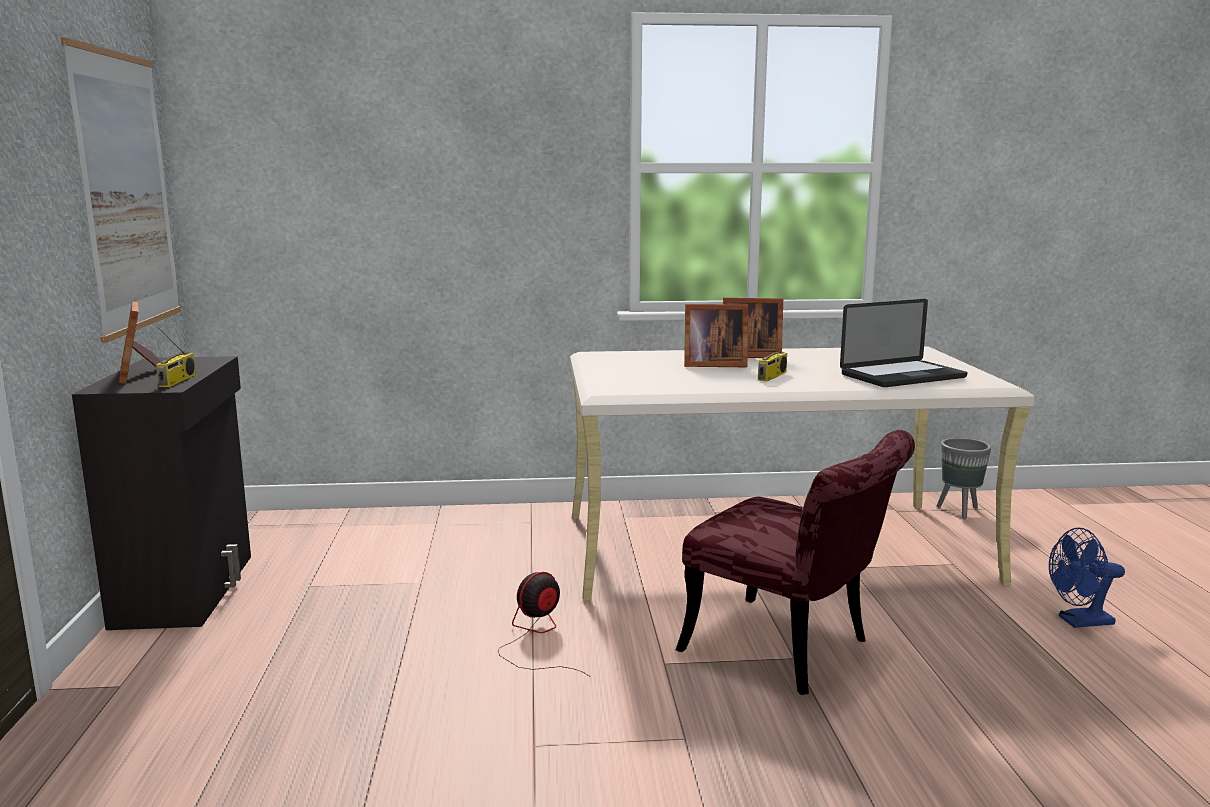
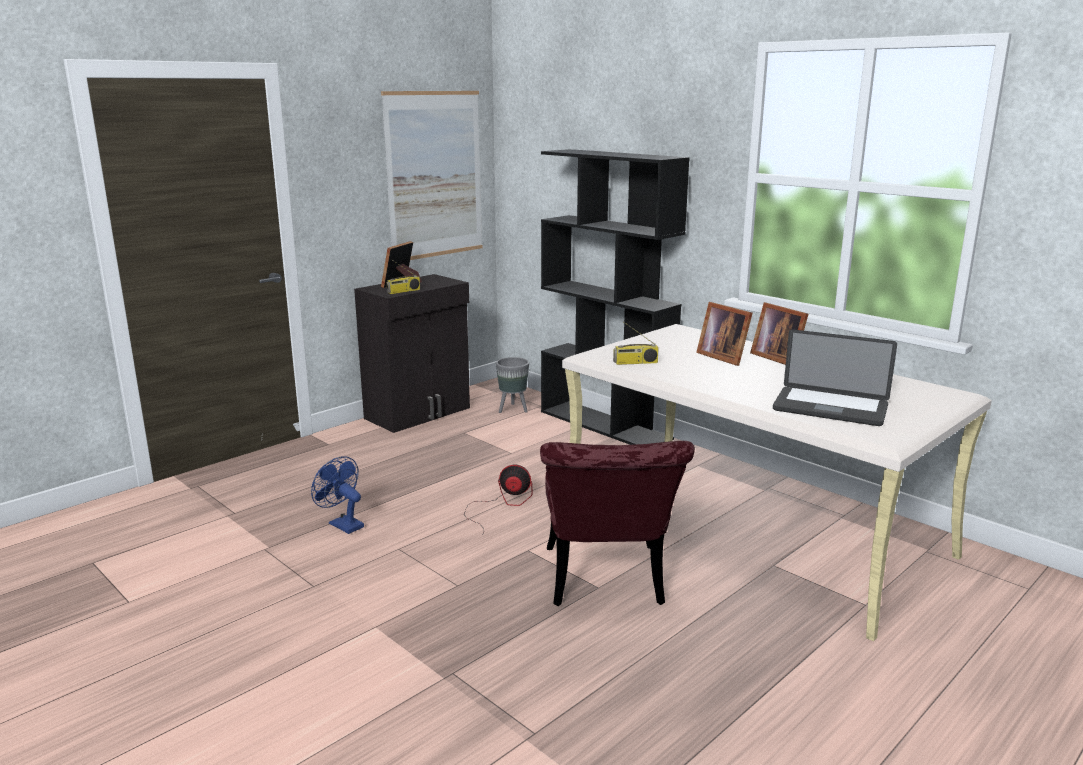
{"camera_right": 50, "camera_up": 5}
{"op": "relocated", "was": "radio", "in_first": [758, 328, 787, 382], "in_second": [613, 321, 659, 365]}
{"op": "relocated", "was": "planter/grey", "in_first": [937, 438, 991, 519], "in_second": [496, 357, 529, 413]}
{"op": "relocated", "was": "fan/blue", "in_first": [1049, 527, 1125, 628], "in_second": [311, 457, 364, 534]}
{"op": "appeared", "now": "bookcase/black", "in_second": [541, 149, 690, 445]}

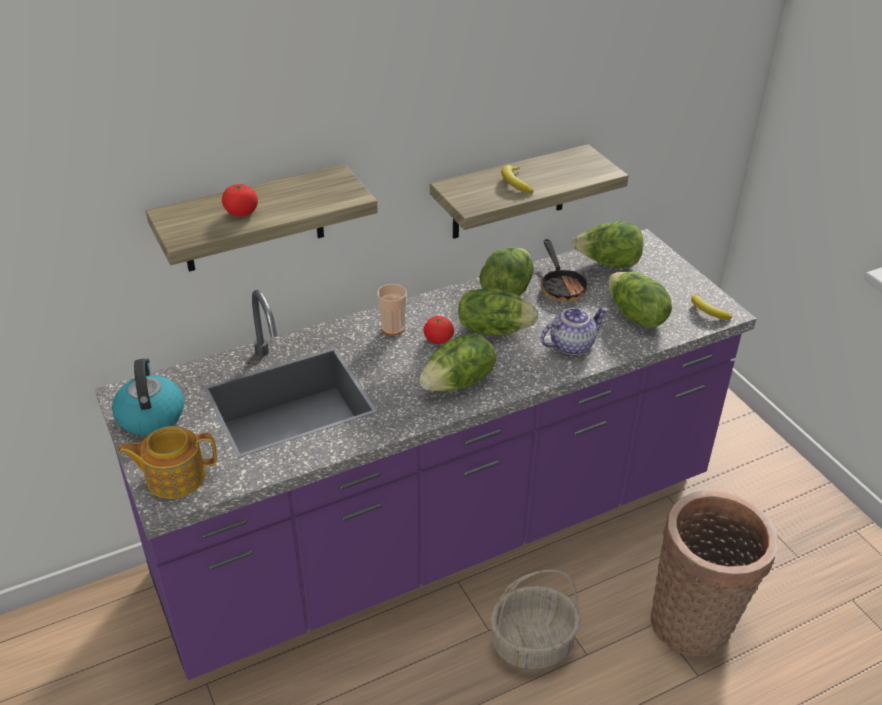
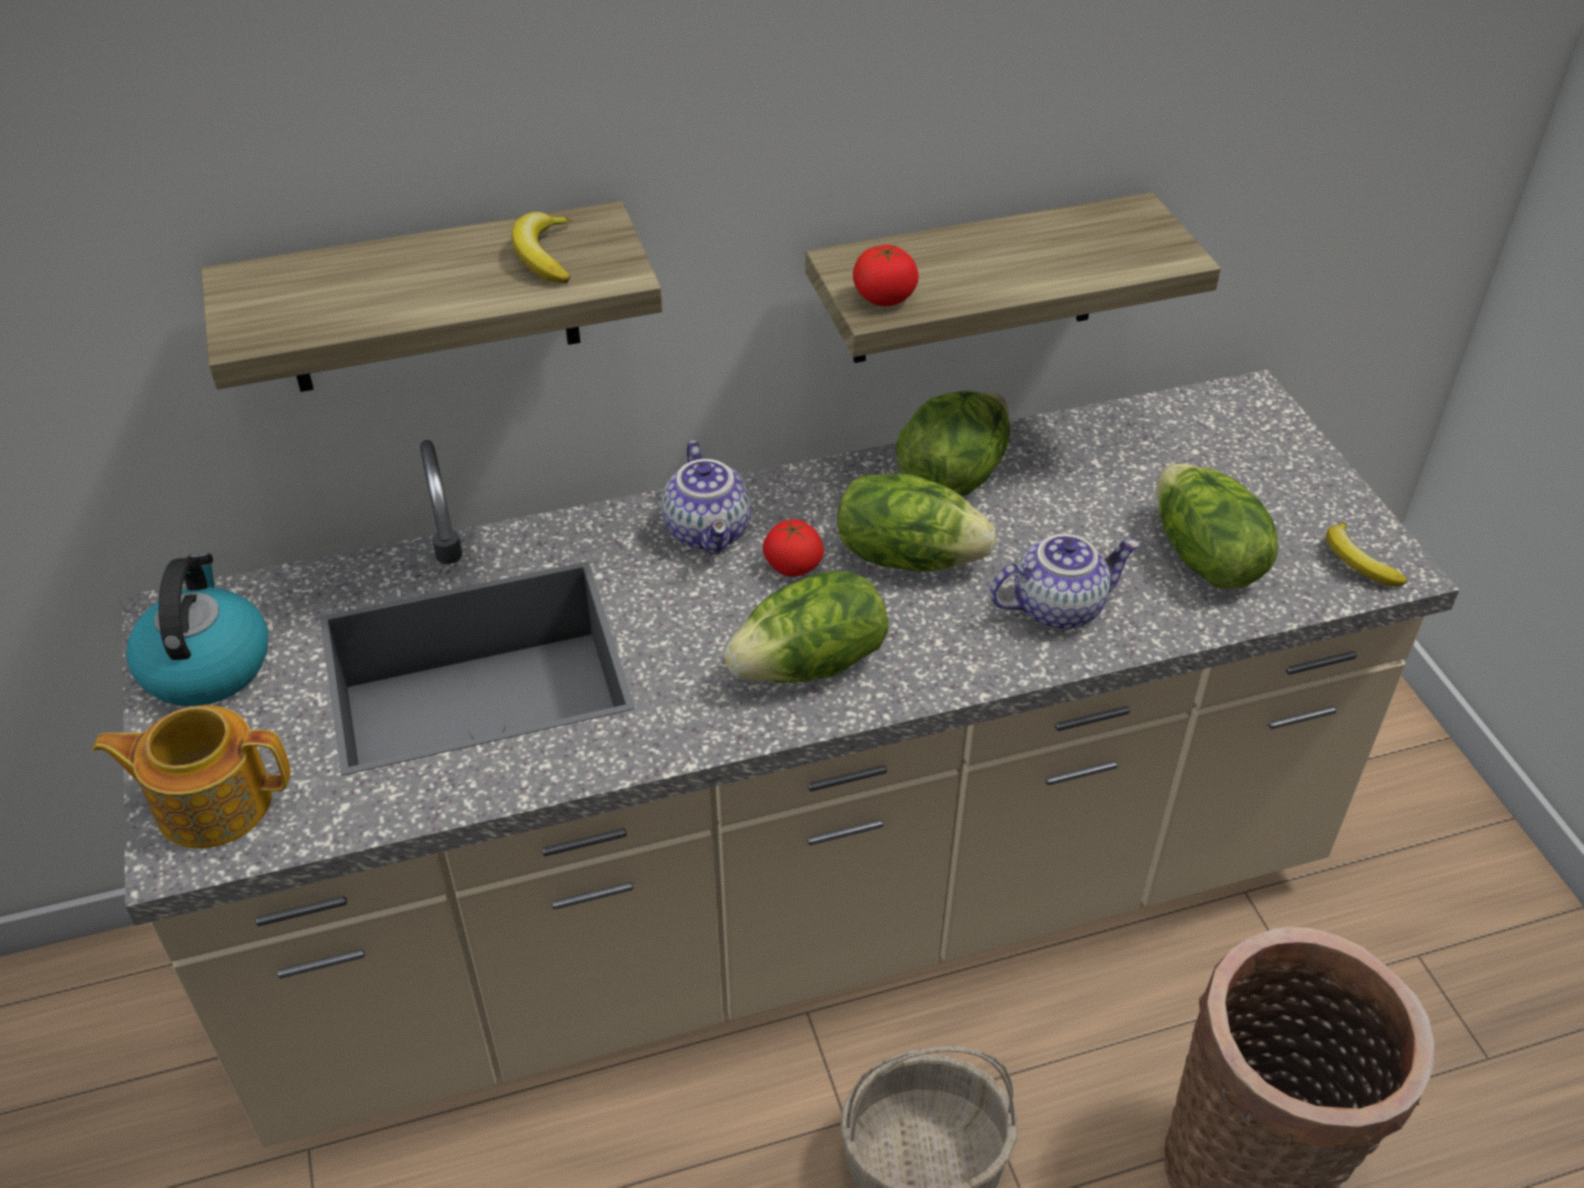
{"camera_right": 10, "camera_up": 5}
{"op": "colour", "was": "counter/purple", "now": "counter/beige", "in_first": [95, 229, 757, 680], "in_second": [122, 369, 1459, 1147]}
{"op": "relocated", "was": "tomato", "in_first": [222, 184, 258, 217], "in_second": [853, 245, 919, 306]}
{"op": "exchanged", "was": "cup", "now": "teapot", "in_first": [377, 284, 407, 335], "in_second": [662, 440, 752, 554]}
{"op": "relocated", "was": "banana", "in_first": [501, 165, 533, 193], "in_second": [512, 212, 572, 284]}
{"op": "missing", "was": "frying pan", "in_first": [541, 239, 590, 302]}
{"op": "missing", "was": "lettuce", "in_first": [572, 221, 643, 268]}

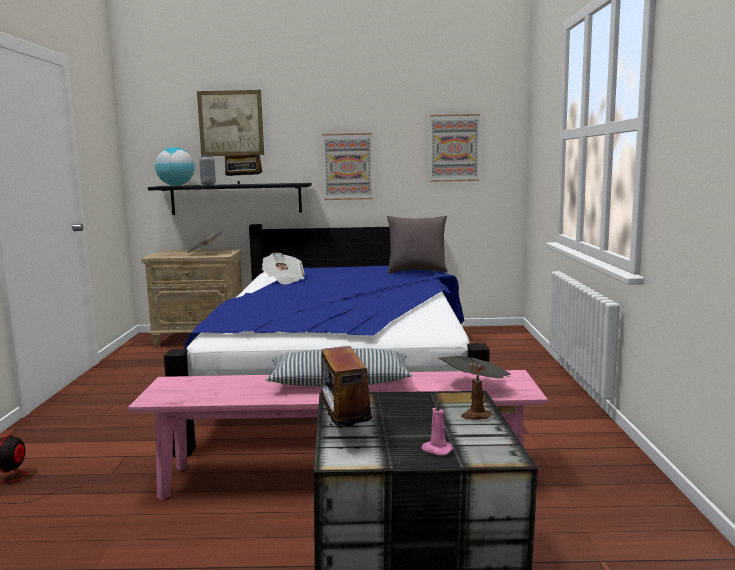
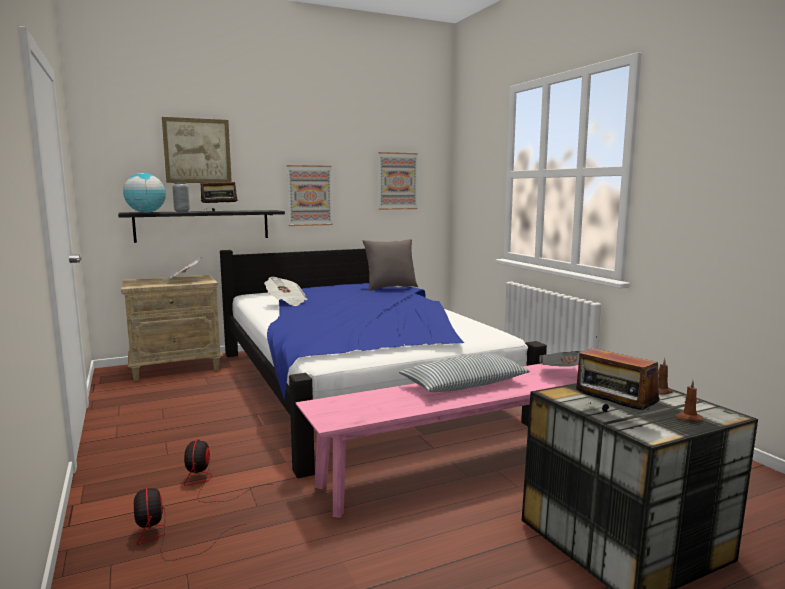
{"camera_right": -25, "camera_up": 0}
{"op": "colour", "was": "candle/pink", "now": "candle/brown", "in_first": [421, 399, 453, 455], "in_second": [674, 380, 702, 421]}
{"op": "appeared", "now": "fan", "in_second": [184, 439, 271, 502]}

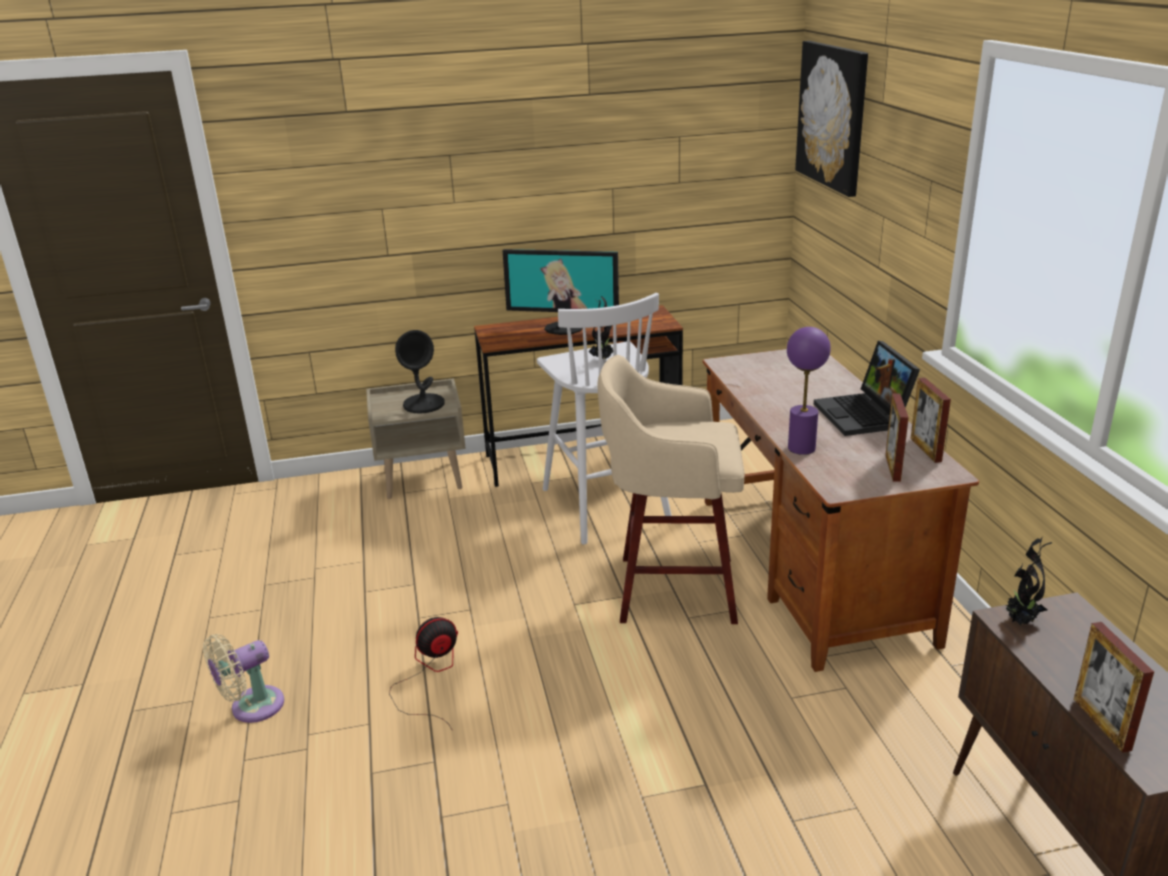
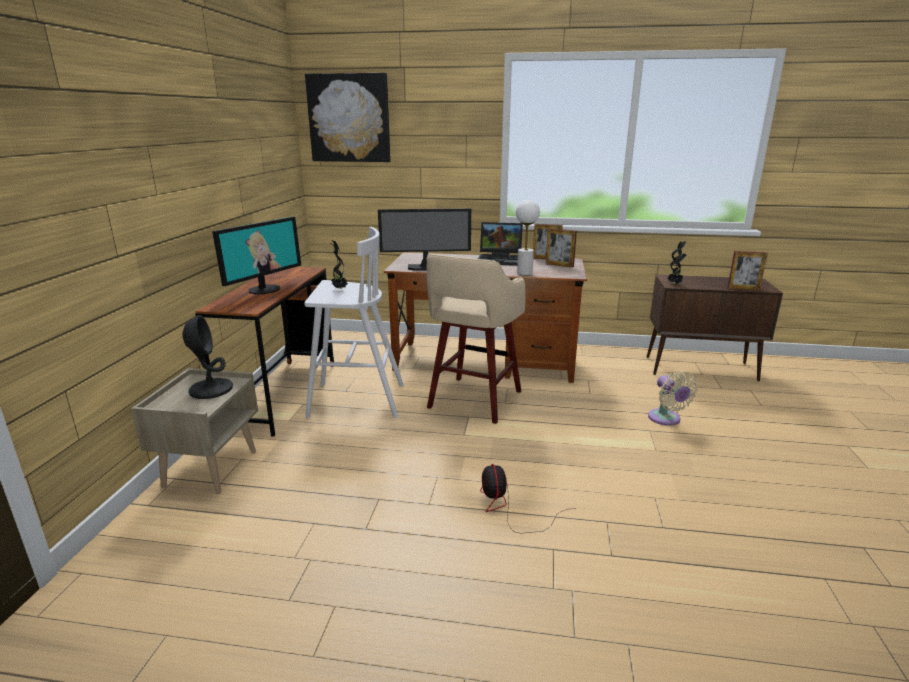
{"camera_right": -70, "camera_up": -5}
{"op": "relocated", "was": "fan/beige", "in_first": [203, 634, 284, 723], "in_second": [648, 371, 698, 426]}
{"op": "colour", "was": "table lamp/purple", "now": "table lamp/white", "in_first": [787, 327, 831, 455], "in_second": [516, 199, 540, 275]}
{"op": "appeared", "now": "monitor", "in_second": [378, 208, 471, 271]}

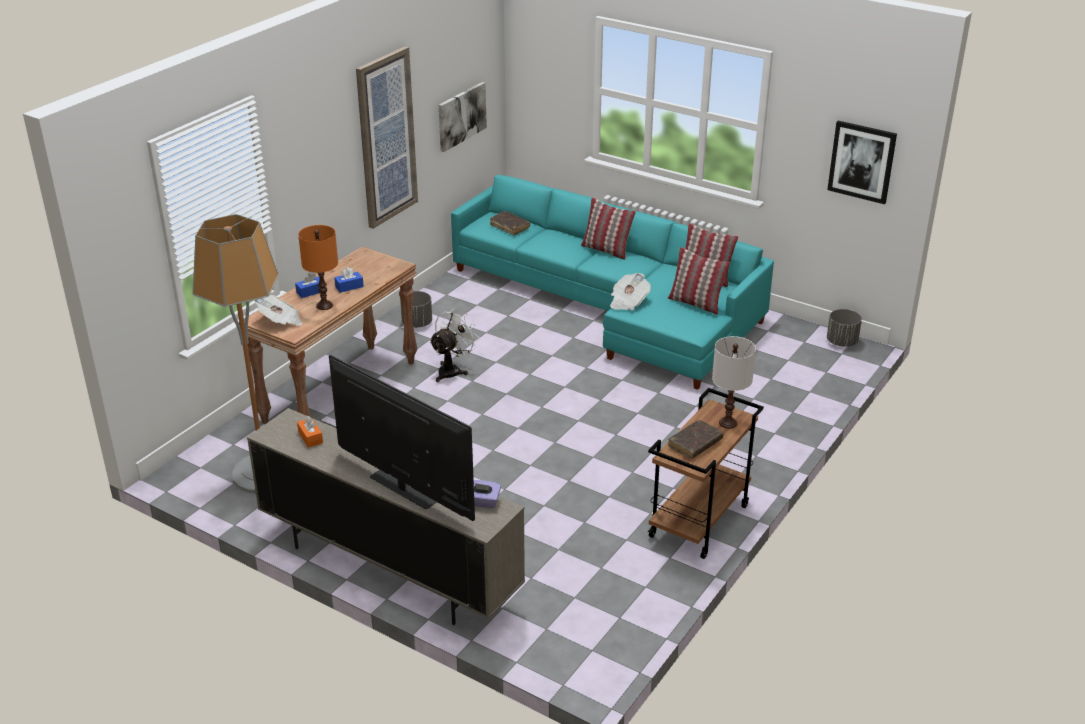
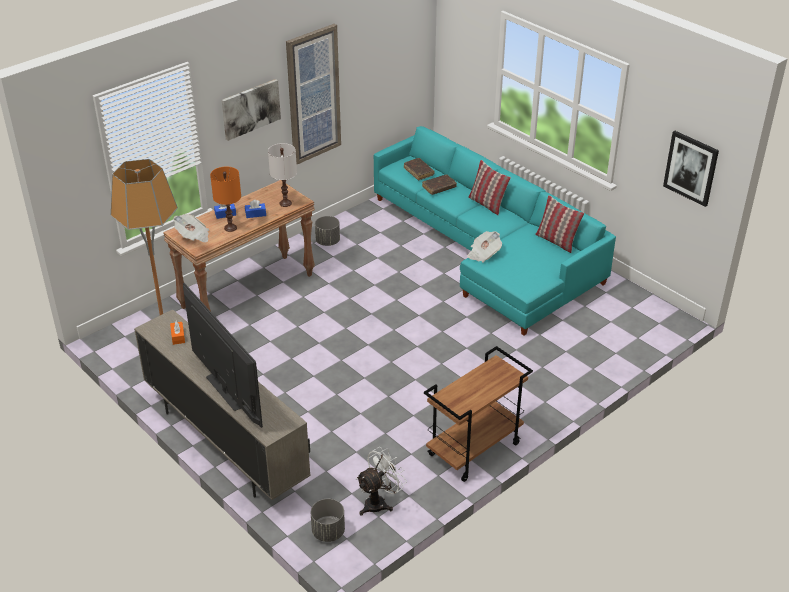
{"camera_right": 15, "camera_up": 5}
{"op": "relocated", "was": "fan/white", "in_first": [429, 308, 479, 382], "in_second": [356, 447, 407, 515]}
{"op": "relocated", "was": "picture", "in_first": [439, 82, 487, 152], "in_second": [222, 79, 281, 141]}
{"op": "missing", "was": "tissue box/purple", "in_first": [474, 480, 501, 508]}
{"op": "missing", "was": "pillow", "in_first": [668, 247, 730, 315]}
{"op": "relocated", "was": "book/brown", "in_first": [668, 420, 724, 459], "in_second": [422, 174, 457, 195]}
{"op": "relocated", "was": "table lamp/white", "in_first": [712, 336, 756, 429], "in_second": [268, 143, 297, 207]}
{"op": "relocated", "was": "planter/grey", "in_first": [827, 309, 862, 347], "in_second": [311, 499, 345, 542]}

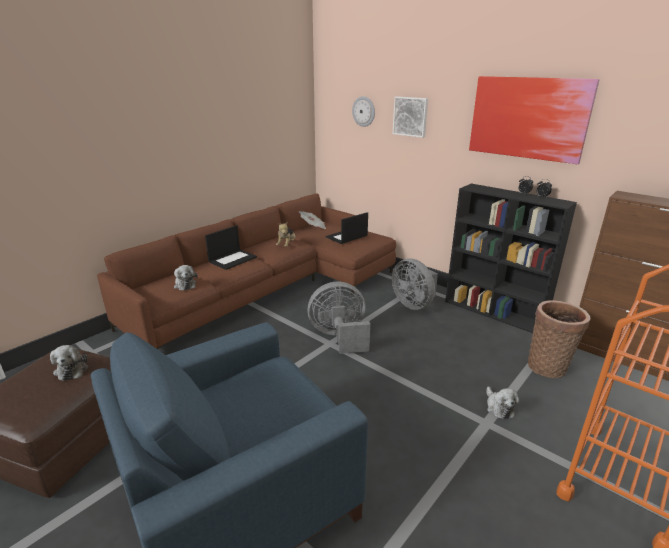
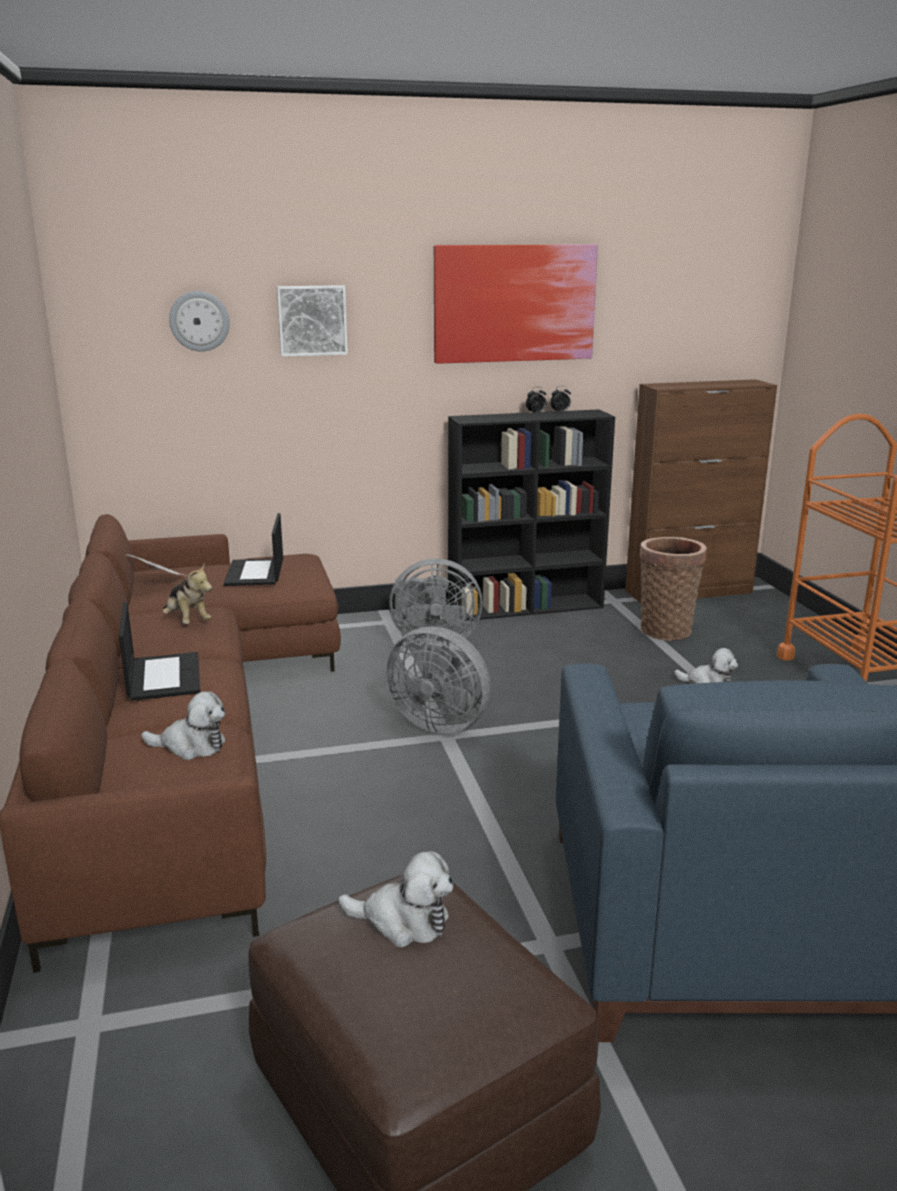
{"camera_right": -55, "camera_up": -5}
{"op": "spun", "was": "fan/grey", "in_first": [307, 282, 370, 354], "in_second": [386, 626, 491, 734], "clockwise": -90}

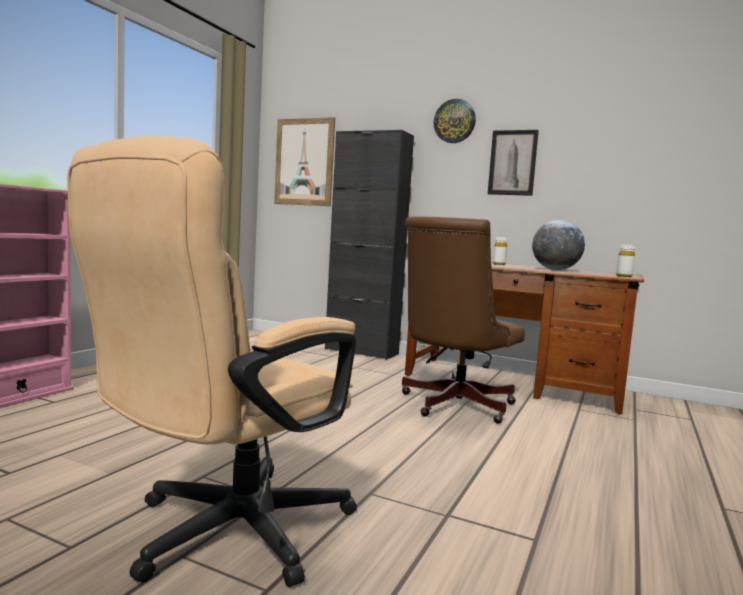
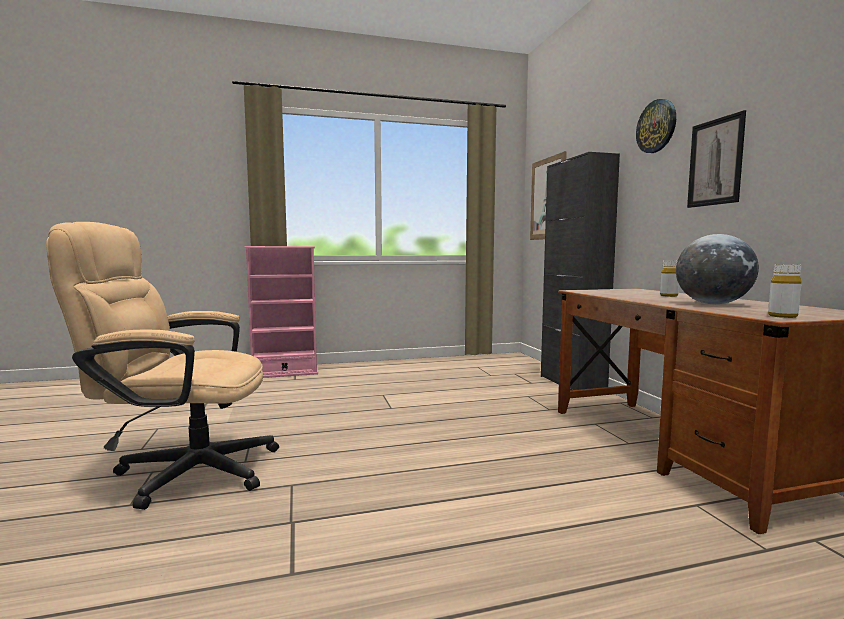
{"camera_right": 50, "camera_up": 0}
{"op": "missing", "was": "office chair/brown", "in_first": [402, 216, 525, 424]}

